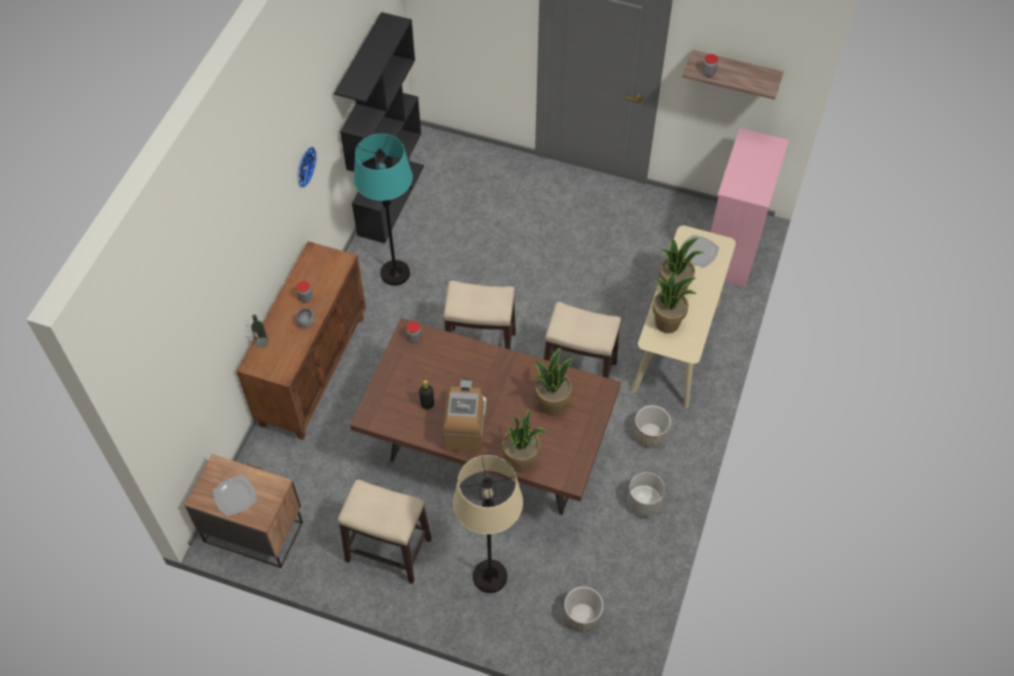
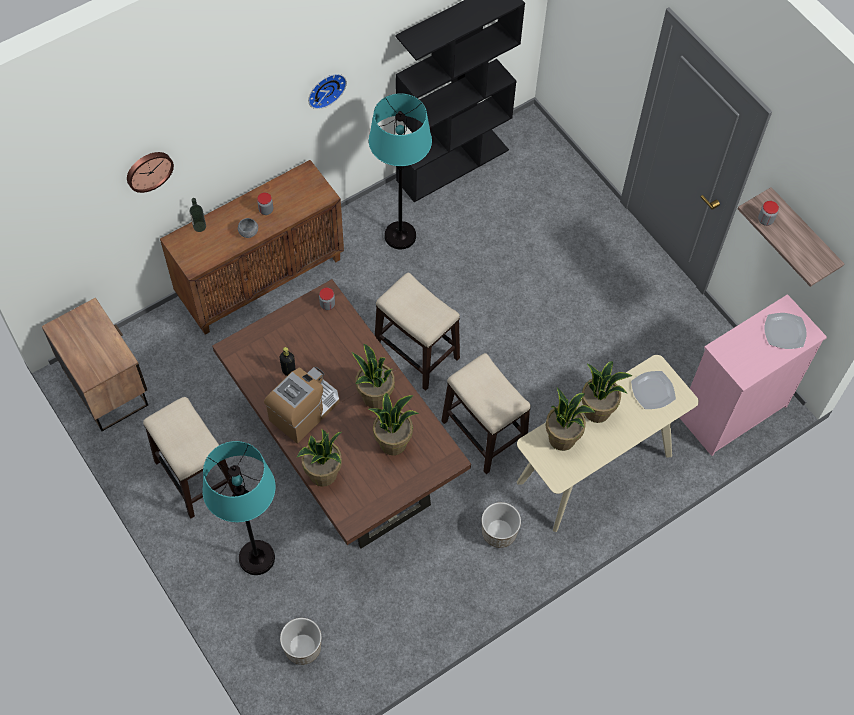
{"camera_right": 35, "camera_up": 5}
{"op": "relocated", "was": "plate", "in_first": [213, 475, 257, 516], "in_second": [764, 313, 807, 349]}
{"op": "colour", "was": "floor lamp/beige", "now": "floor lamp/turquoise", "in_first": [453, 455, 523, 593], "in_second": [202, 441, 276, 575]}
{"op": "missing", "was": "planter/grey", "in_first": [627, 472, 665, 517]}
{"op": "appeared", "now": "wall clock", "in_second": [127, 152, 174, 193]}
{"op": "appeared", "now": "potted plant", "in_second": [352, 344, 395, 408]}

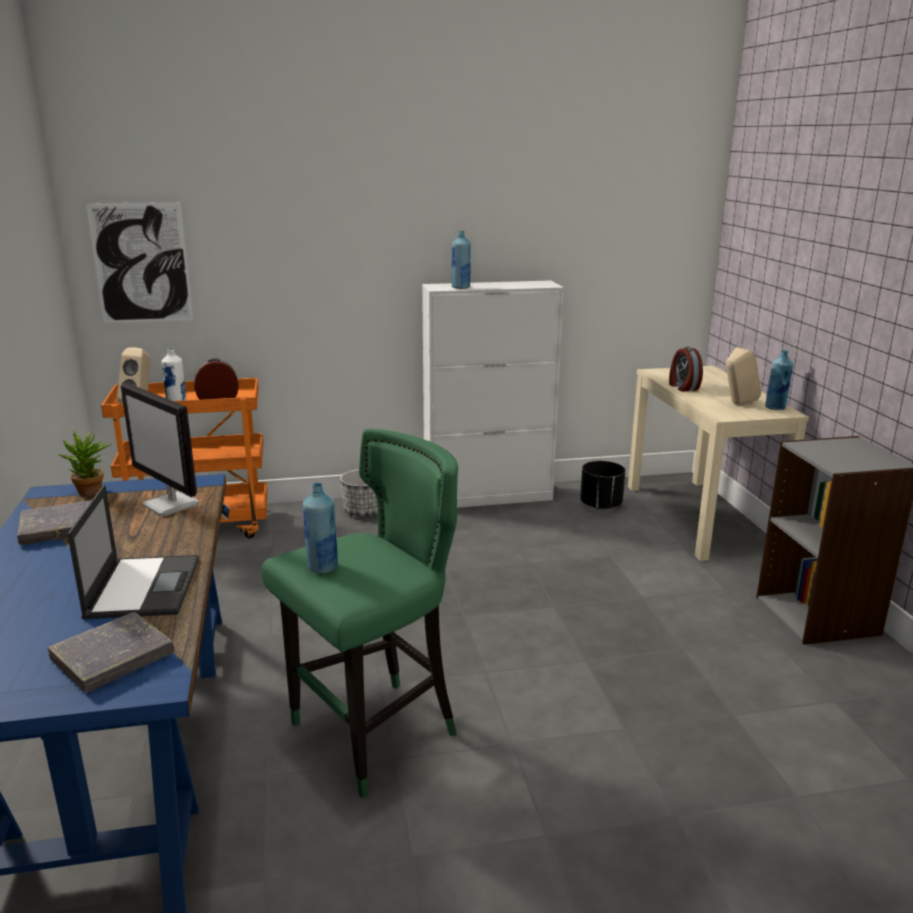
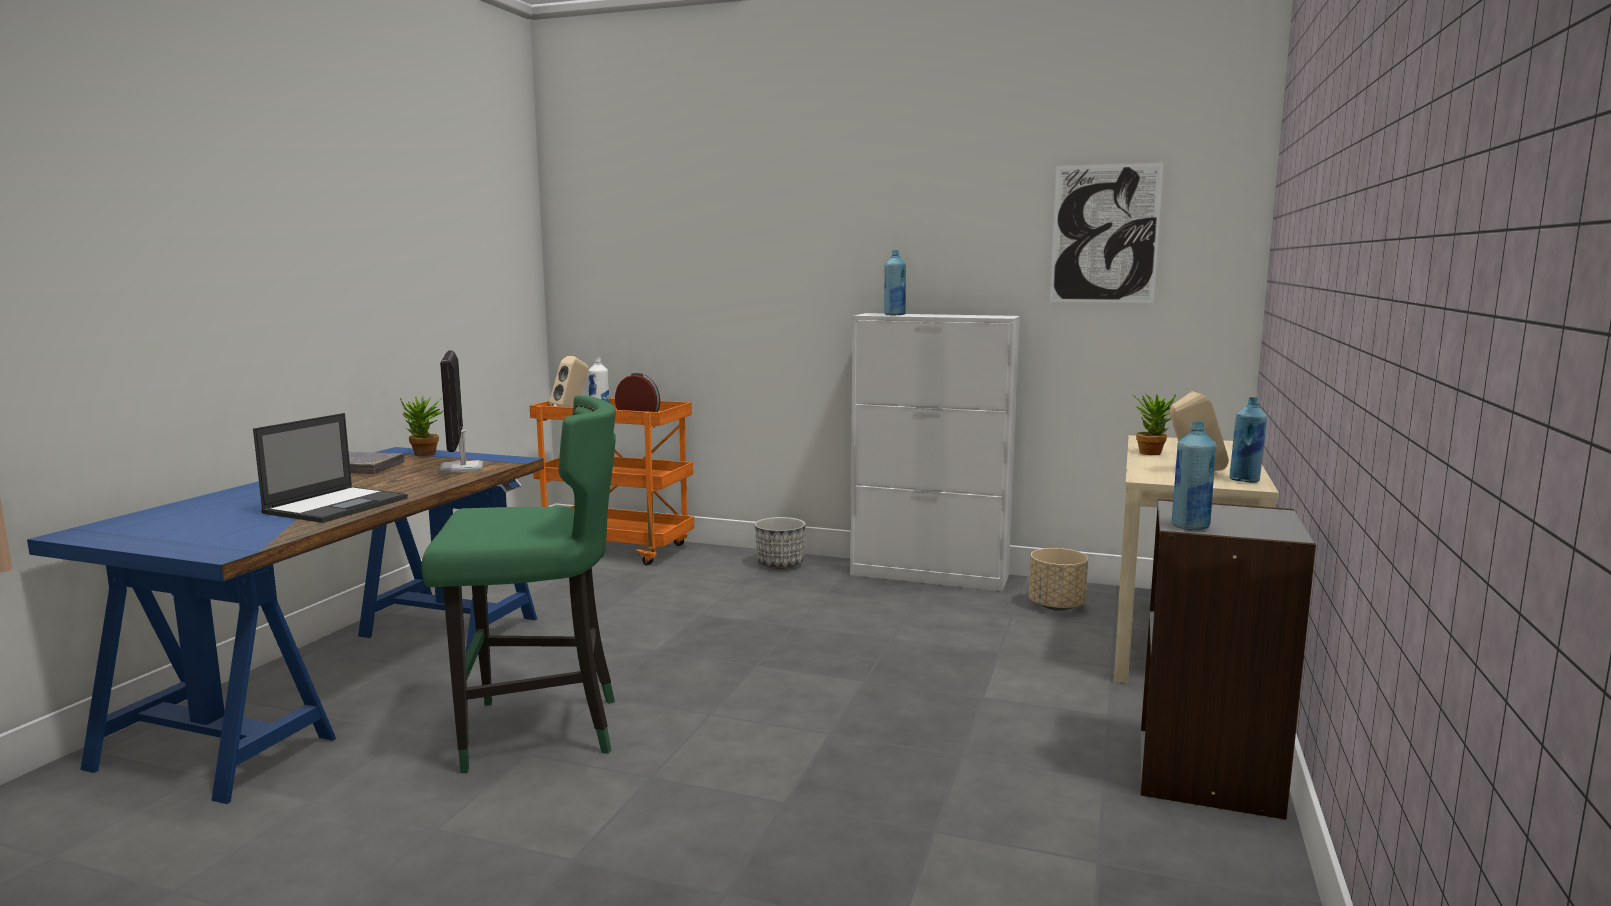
{"camera_right": 30, "camera_up": -10}
{"op": "missing", "was": "book/grey", "in_first": [48, 612, 174, 692]}
{"op": "relocated", "was": "picture", "in_first": [86, 202, 193, 323], "in_second": [1050, 163, 1163, 303]}
{"op": "relocated", "was": "bottle/blue", "in_first": [303, 483, 338, 574], "in_second": [1172, 421, 1216, 530]}
{"op": "colour", "was": "planter/black", "now": "planter/beige", "in_first": [580, 461, 625, 509], "in_second": [1029, 548, 1088, 611]}
{"op": "exchanged", "was": "alarm clock", "now": "potted plant", "in_first": [669, 347, 703, 392], "in_second": [1133, 393, 1176, 455]}

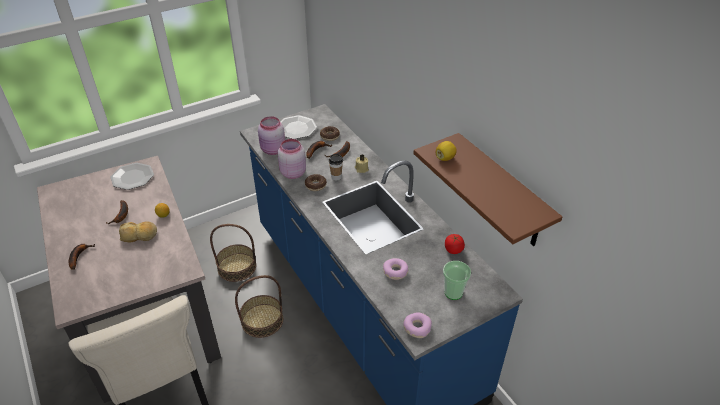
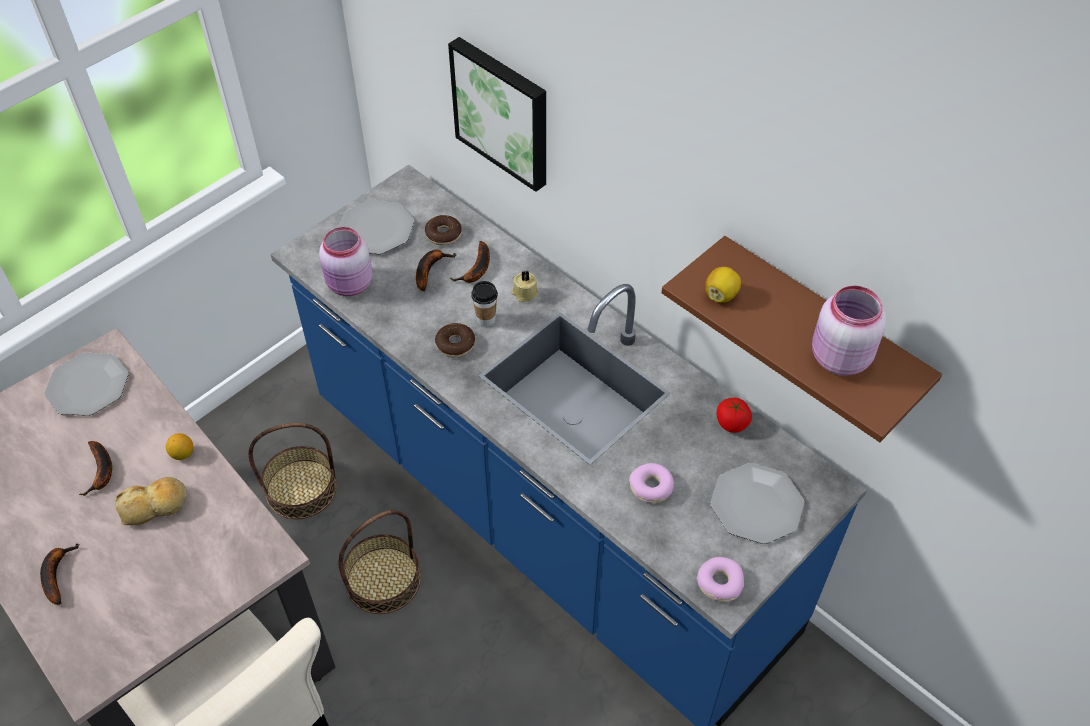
{"camera_right": -15, "camera_up": 10}
{"op": "relocated", "was": "jar/pink", "in_first": [278, 139, 306, 179], "in_second": [812, 286, 886, 376]}
{"op": "exchanged", "was": "cup", "now": "plate", "in_first": [443, 261, 471, 300], "in_second": [710, 463, 804, 544]}
{"op": "appeared", "now": "picture", "in_second": [448, 37, 546, 192]}

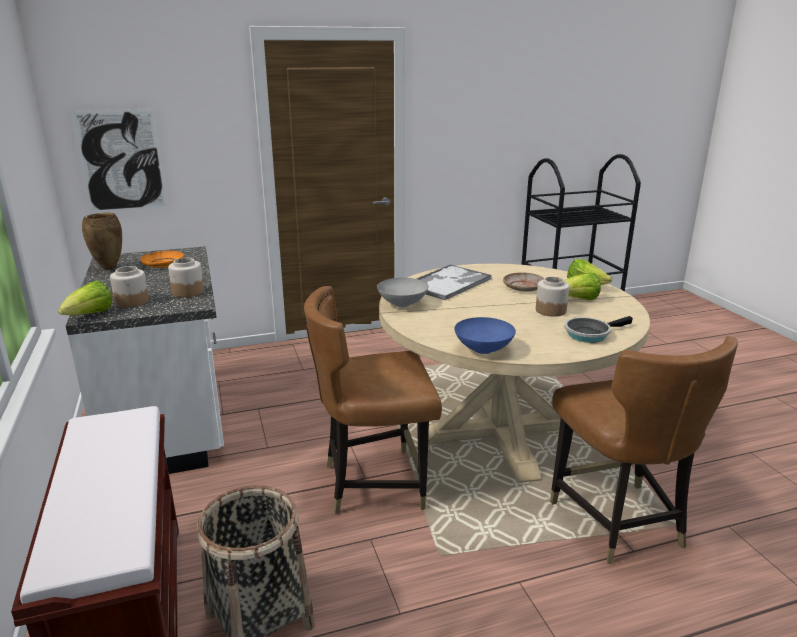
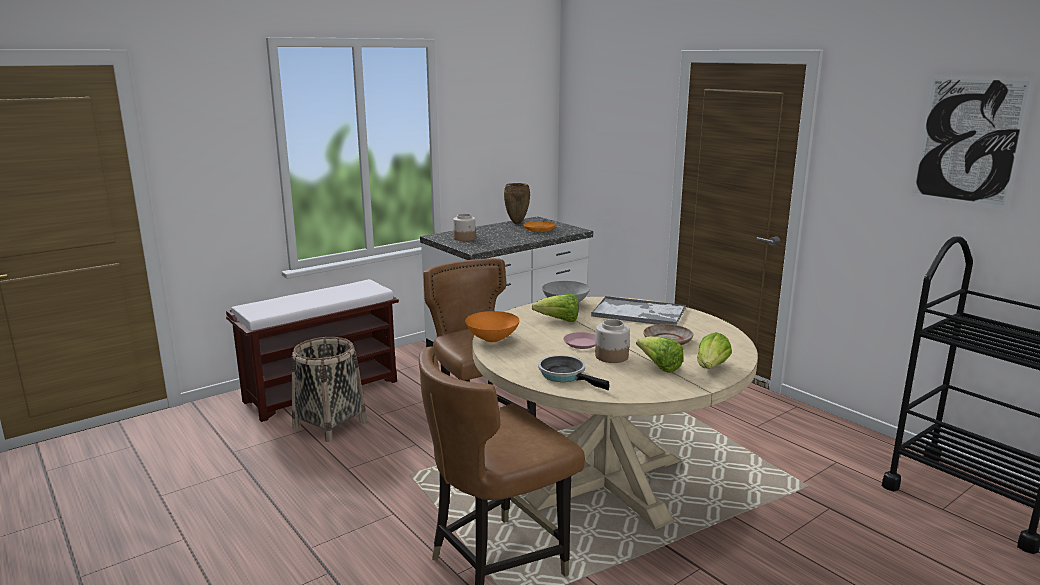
{"camera_right": 70, "camera_up": -5}
{"op": "relocated", "was": "lettuce", "in_first": [58, 281, 112, 315], "in_second": [532, 294, 579, 322]}
{"op": "relocated", "was": "picture", "in_first": [71, 109, 167, 213], "in_second": [911, 75, 1034, 209]}
{"op": "missing", "was": "jar", "in_first": [168, 258, 204, 298]}
{"op": "colour", "was": "bowl/blue", "now": "bowl/orange", "in_first": [454, 317, 516, 354], "in_second": [465, 311, 520, 342]}
{"op": "appeared", "now": "plate/pink", "in_second": [563, 332, 596, 349]}

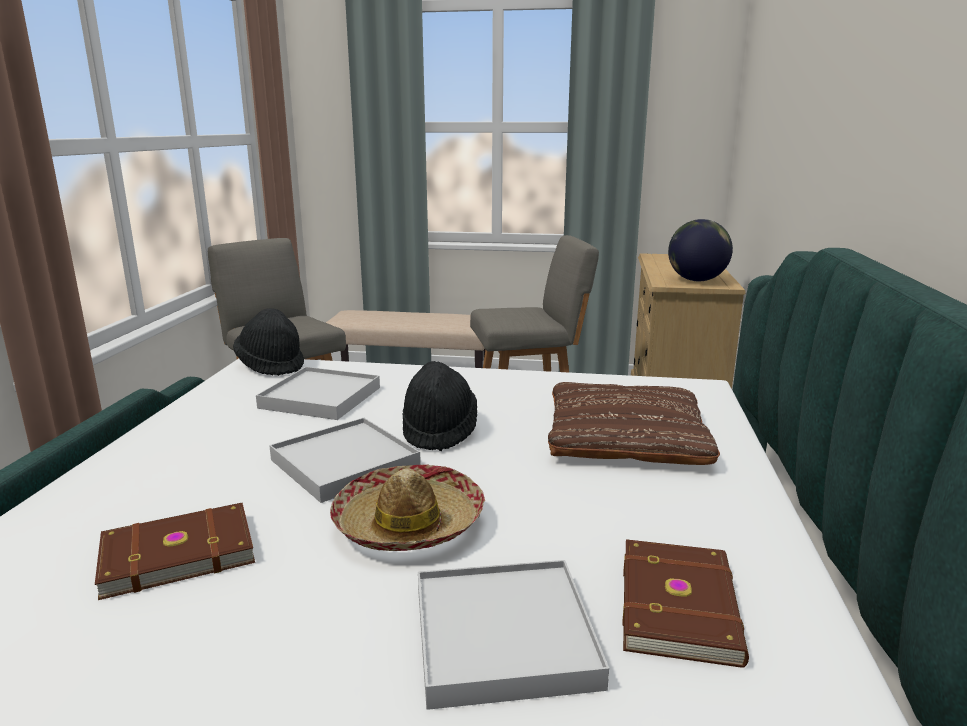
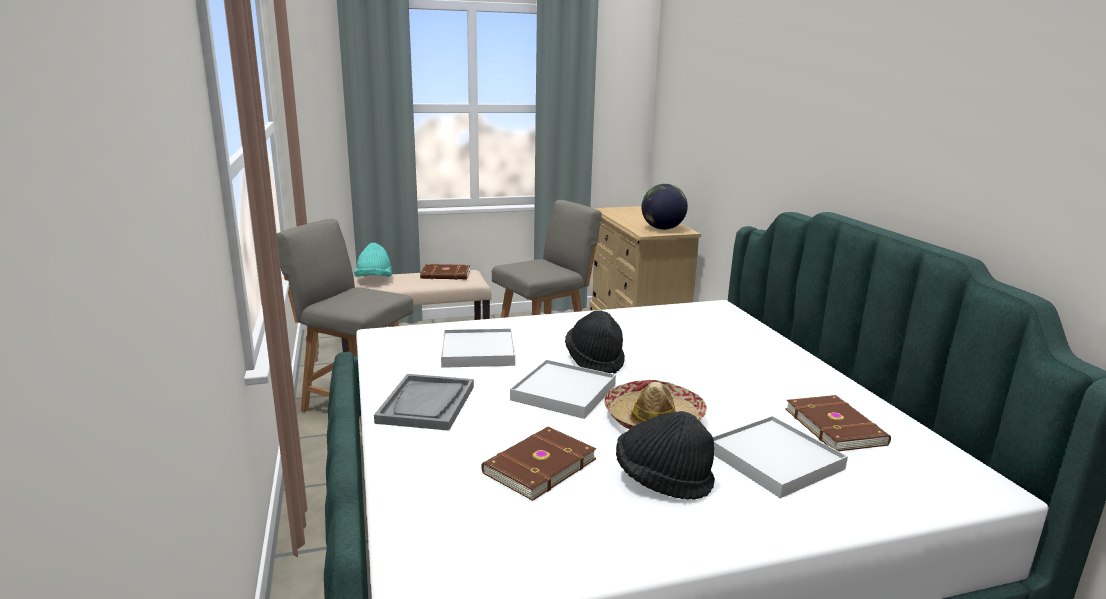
{"camera_right": -25, "camera_up": 0}
{"op": "relocated", "was": "hat/black", "in_first": [233, 308, 304, 376], "in_second": [616, 411, 715, 500]}
{"op": "missing", "was": "pillow/brown", "in_first": [548, 382, 720, 465]}
{"op": "appeared", "now": "hat/turquoise", "in_second": [354, 243, 392, 277]}
{"op": "appeared", "now": "tray/grey", "in_second": [374, 374, 474, 431]}
{"op": "appeared", "now": "book/brown", "in_second": [420, 264, 470, 280]}

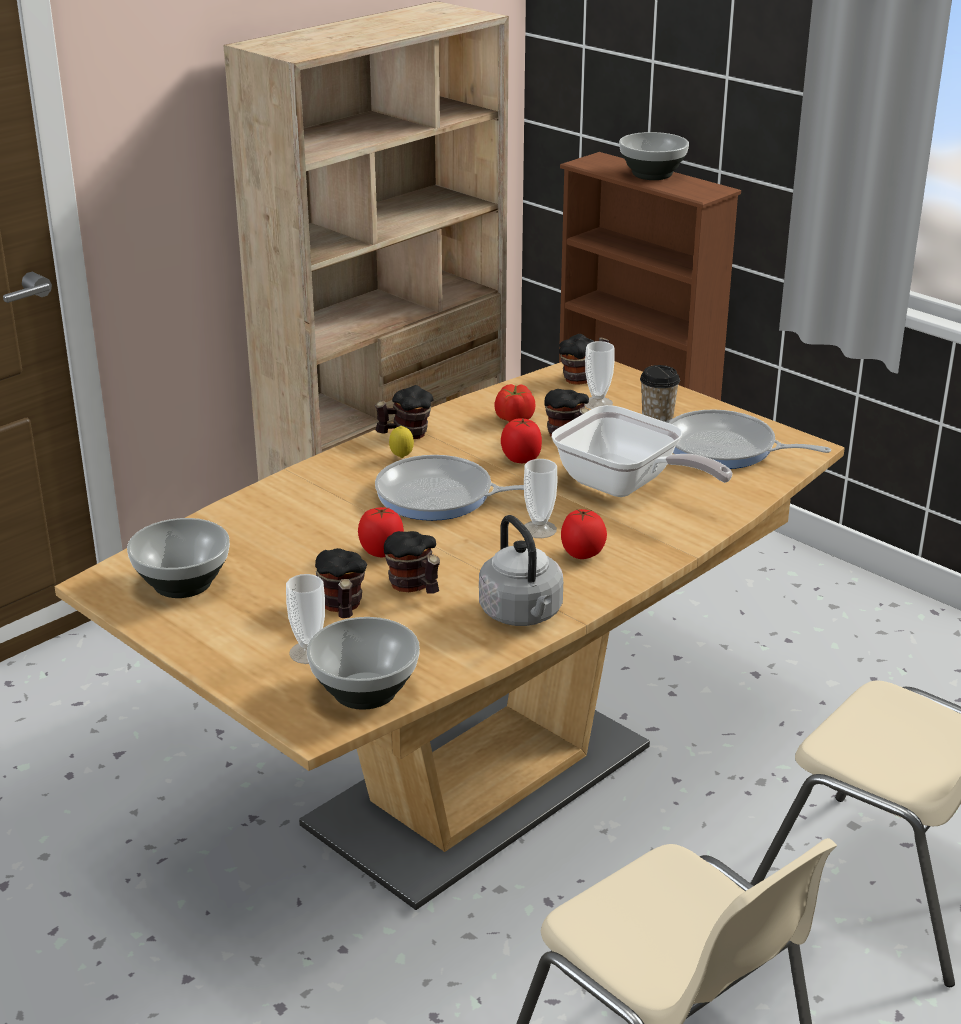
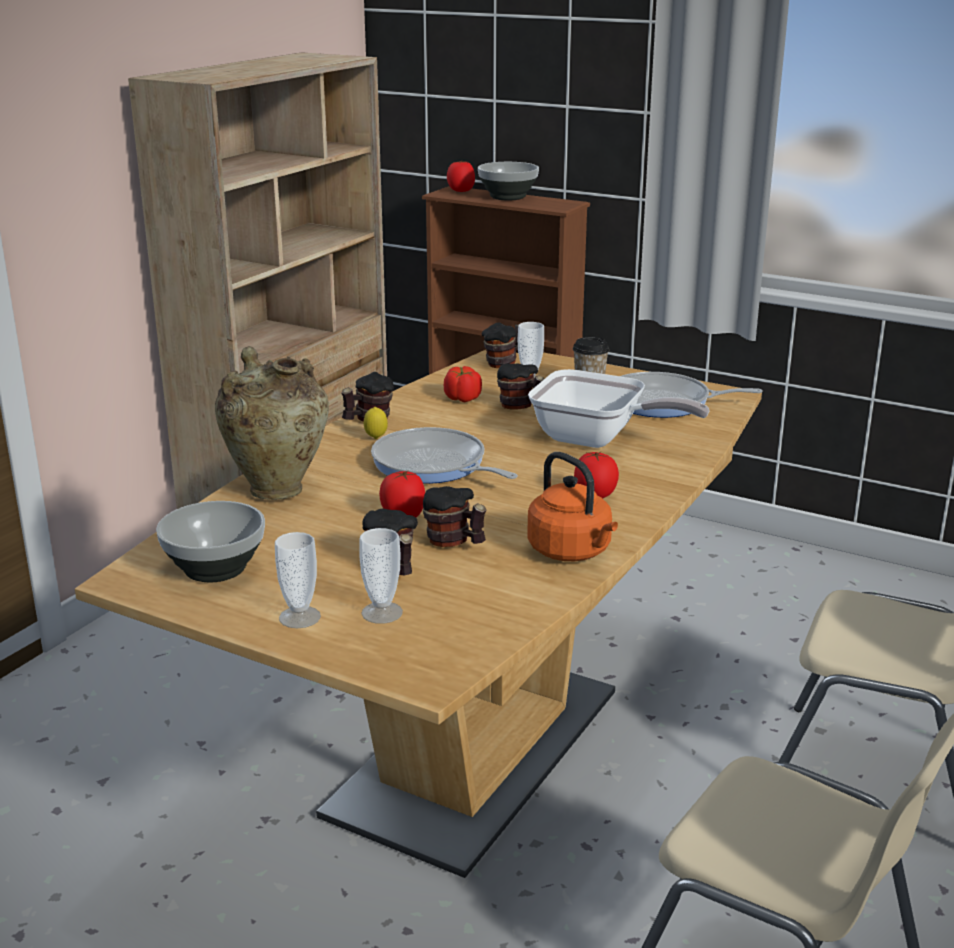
{"camera_right": -15, "camera_up": -5}
{"op": "missing", "was": "bowl", "in_first": [307, 617, 420, 710]}
{"op": "spun", "was": "frying pan", "in_first": [375, 455, 524, 521], "in_second": [371, 427, 518, 484], "clockwise": 45}
{"op": "colour", "was": "kettle/grey", "now": "kettle/orange", "in_first": [479, 515, 563, 626], "in_second": [527, 452, 618, 561]}
{"op": "relocated", "was": "tomato", "in_first": [501, 418, 542, 463], "in_second": [447, 160, 475, 192]}
{"op": "relocated", "was": "cup", "in_first": [524, 459, 557, 538], "in_second": [275, 532, 321, 628]}
{"op": "appeared", "now": "vase/beige", "in_second": [215, 346, 329, 500]}

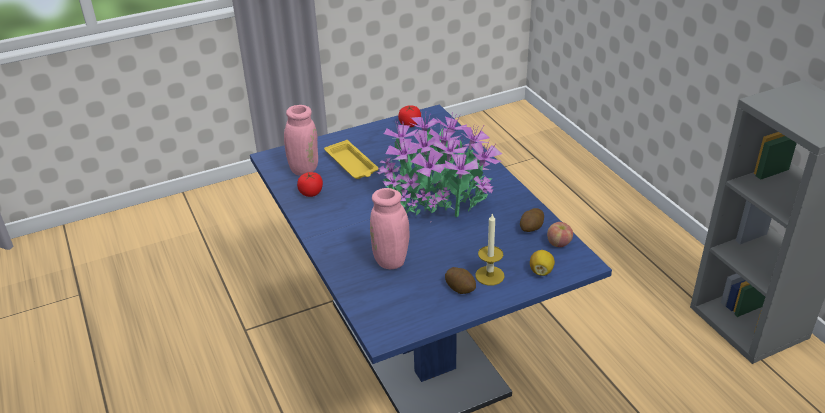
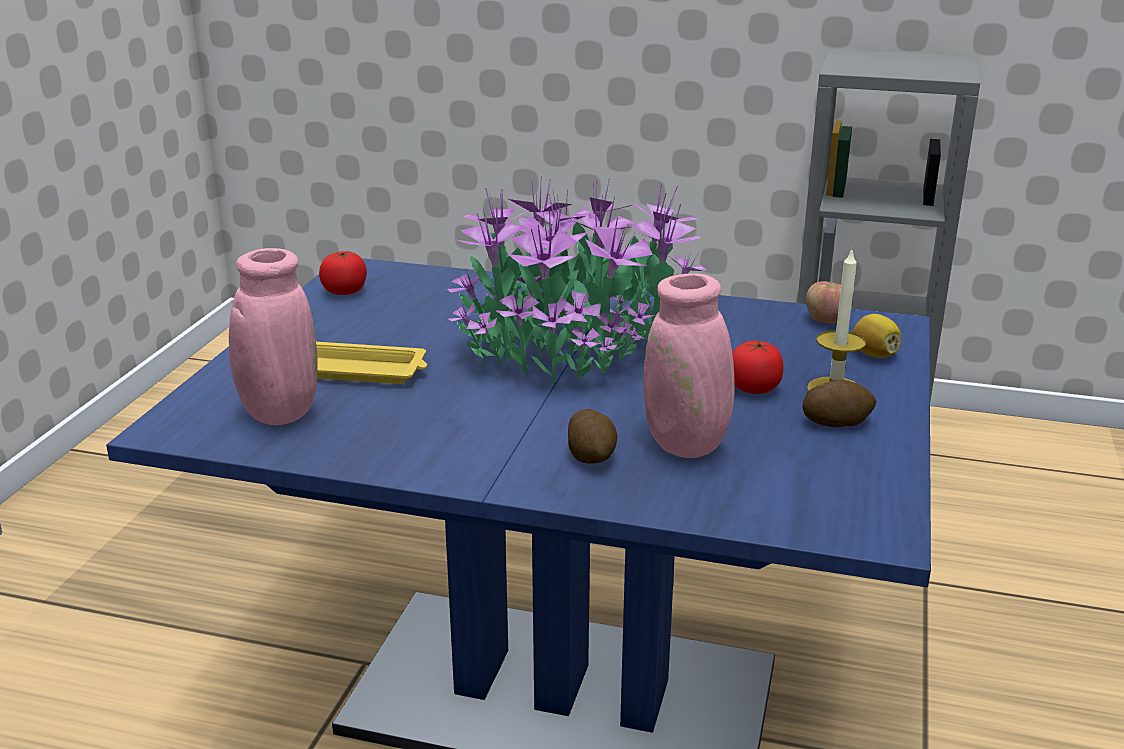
{"camera_right": -50, "camera_up": -10}
{"op": "relocated", "was": "tomato", "in_first": [297, 172, 323, 197], "in_second": [732, 340, 784, 394]}
{"op": "relocated", "was": "potato", "in_first": [520, 208, 544, 232], "in_second": [568, 409, 618, 463]}

